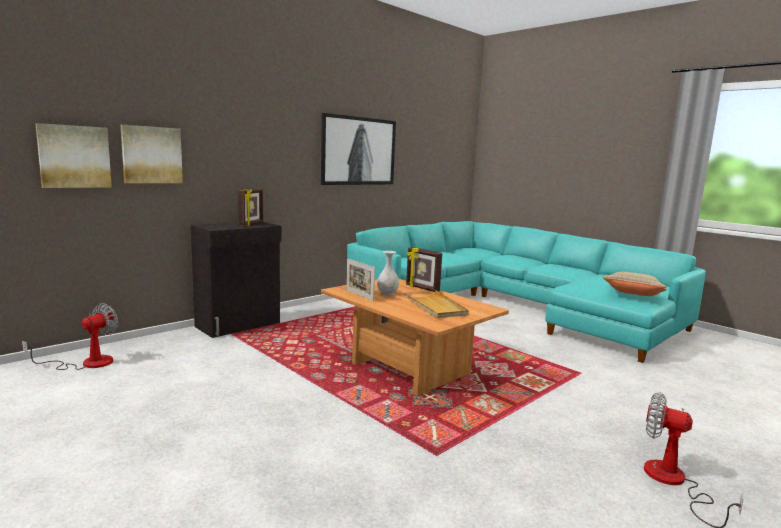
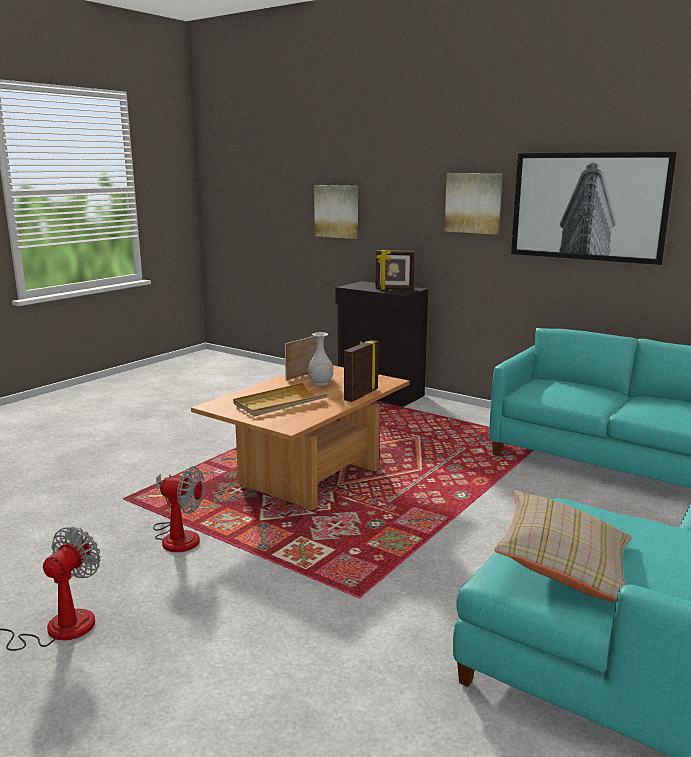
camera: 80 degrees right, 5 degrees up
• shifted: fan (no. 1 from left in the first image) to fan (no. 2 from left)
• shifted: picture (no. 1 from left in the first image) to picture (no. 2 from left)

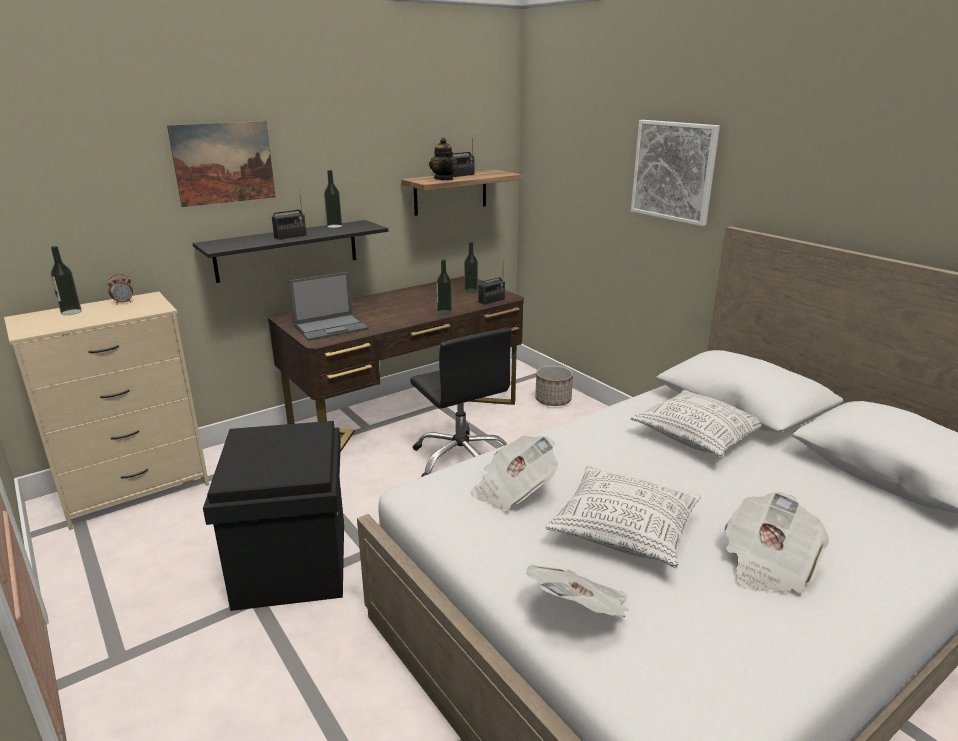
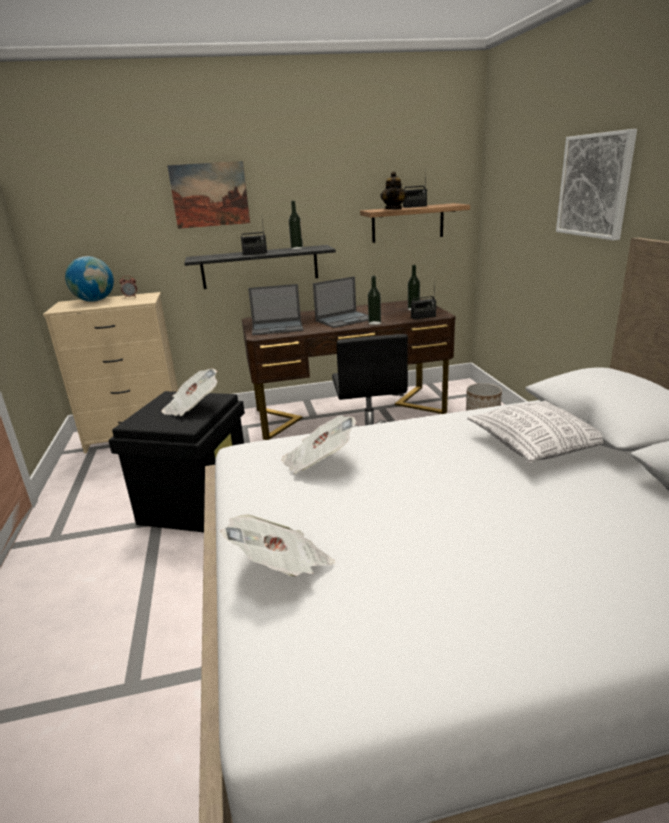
camera: 25 degrees right, 0 degrees up
• gone: pillow (no. 1 from left)
• new: laptop (no. 2 from left)
• shifted: newspaper (no. 3 from left in the first image) to newspaper (no. 1 from left)
• swapped: bottle (no. 1 from left) to globe

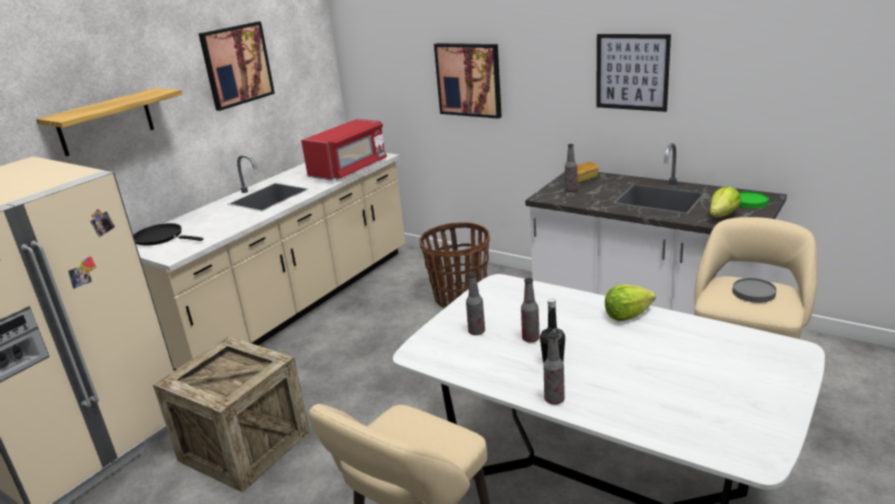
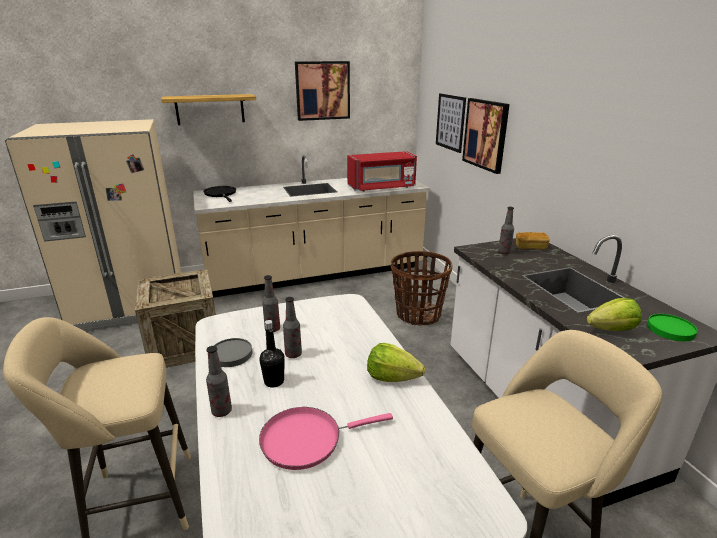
camera: 35 degrees right, 0 degrees up
• new: pink frying pan
• shifted: picture (no. 3 from left in the first image) to picture (no. 2 from left)
• shifted: grey plate

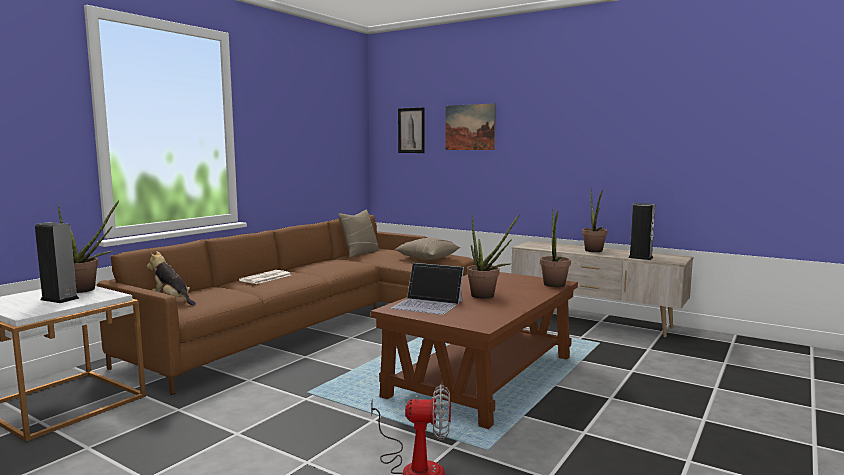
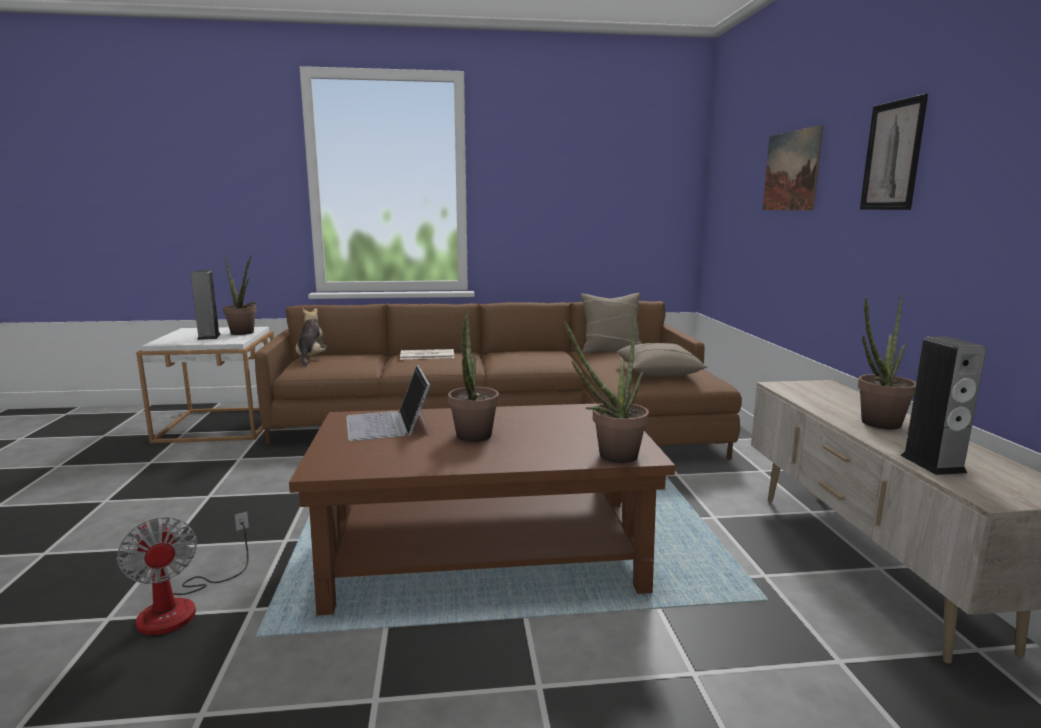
camera: 50 degrees right, 5 degrees up
• shifted: picture (no. 1 from left in the first image) to picture (no. 2 from left)

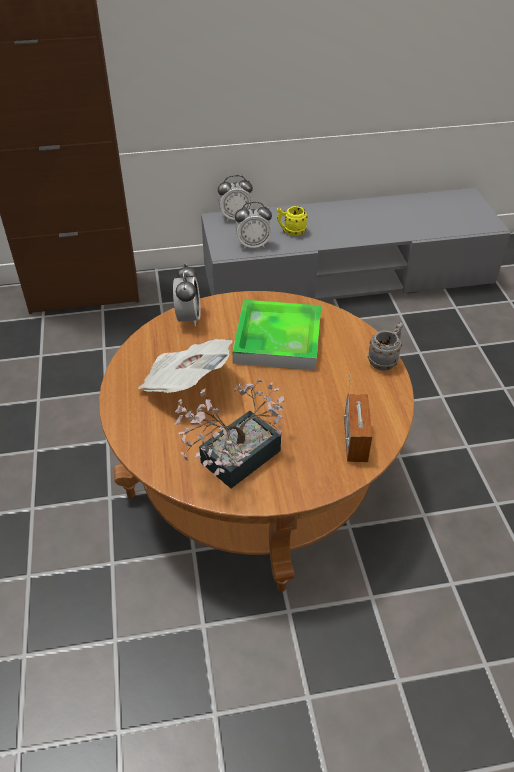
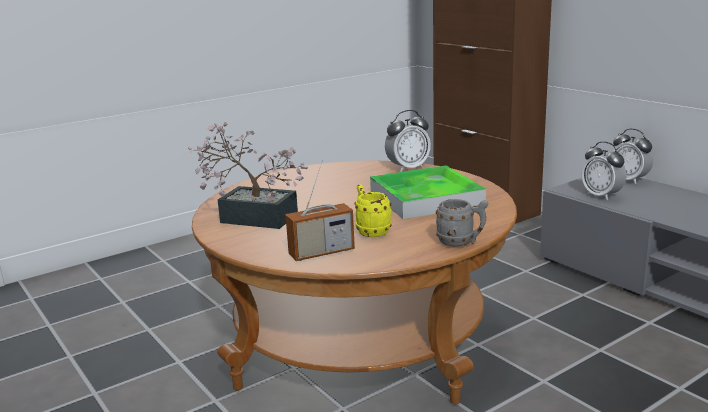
camera: 65 degrees right, 25 degrees down
• gone: newspaper
• shifted: yellow mug

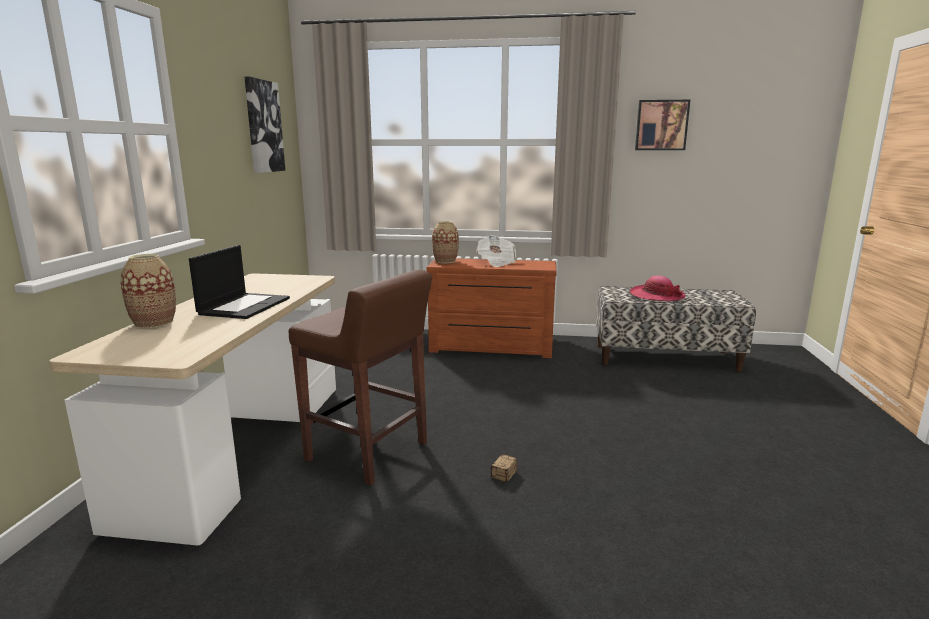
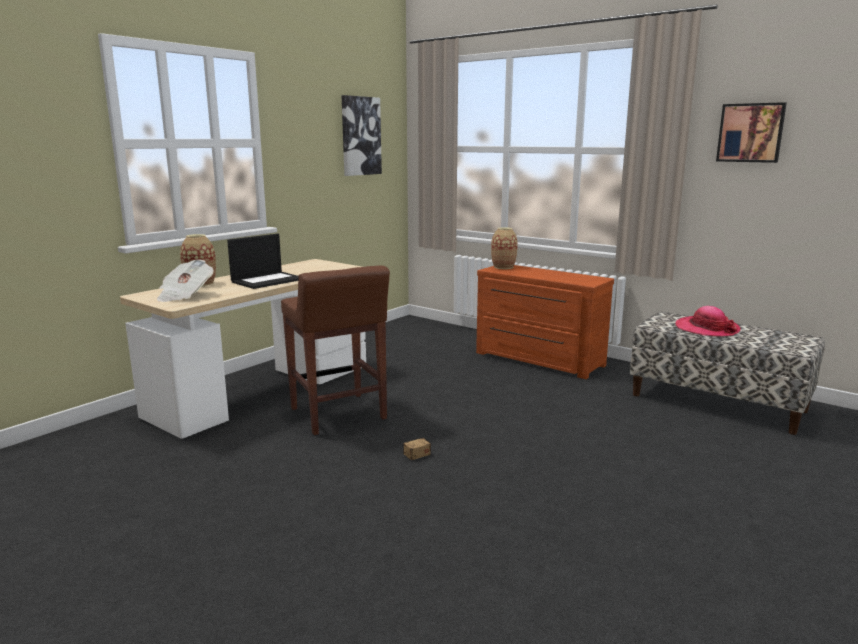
camera: 30 degrees right, 0 degrees up
• shifted: newspaper

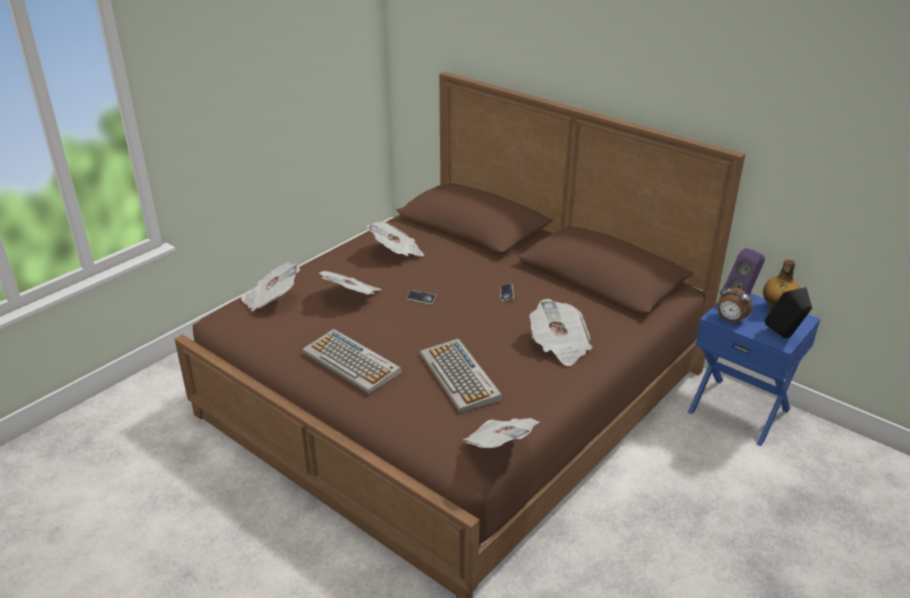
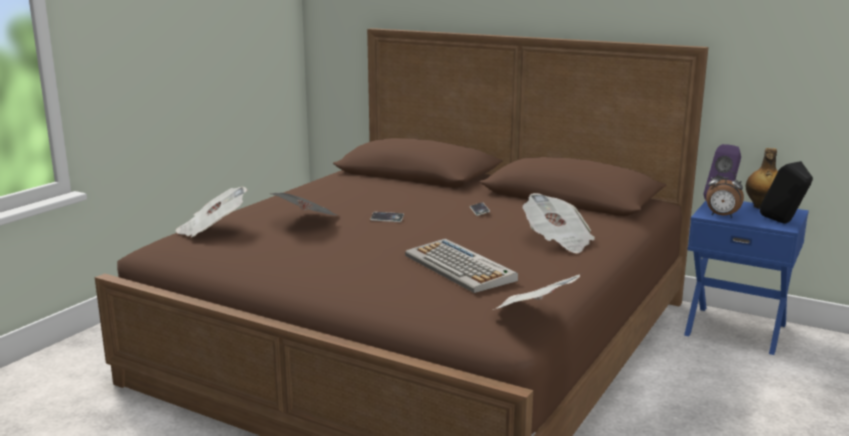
camera: 10 degrees left, 15 degrees down
• gone: keyboard (no. 1 from left)
• gone: newspaper (no. 3 from left)

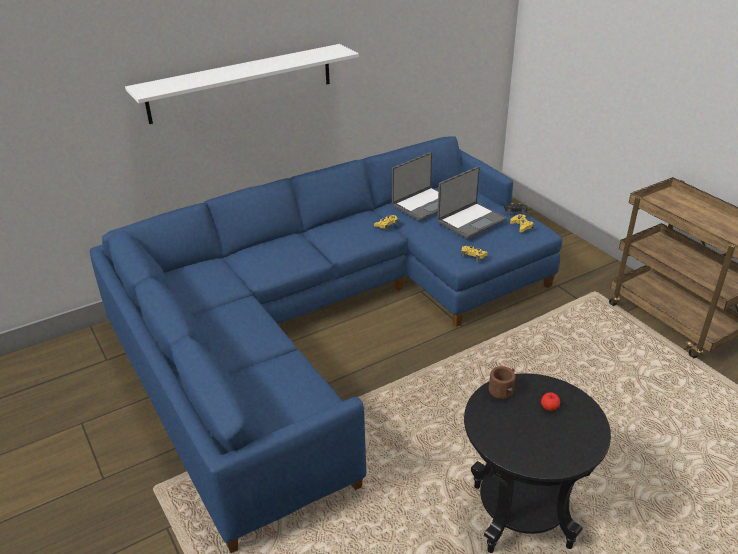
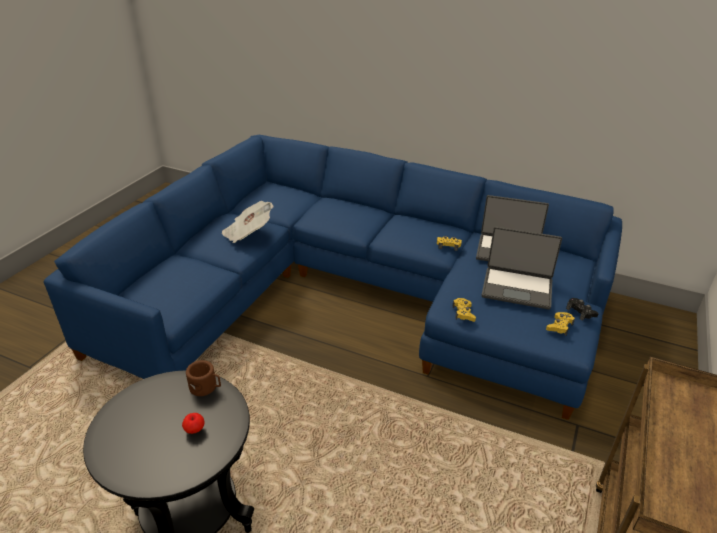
camera: 55 degrees right, 0 degrees up
• gone: white shelf
• new: newspaper

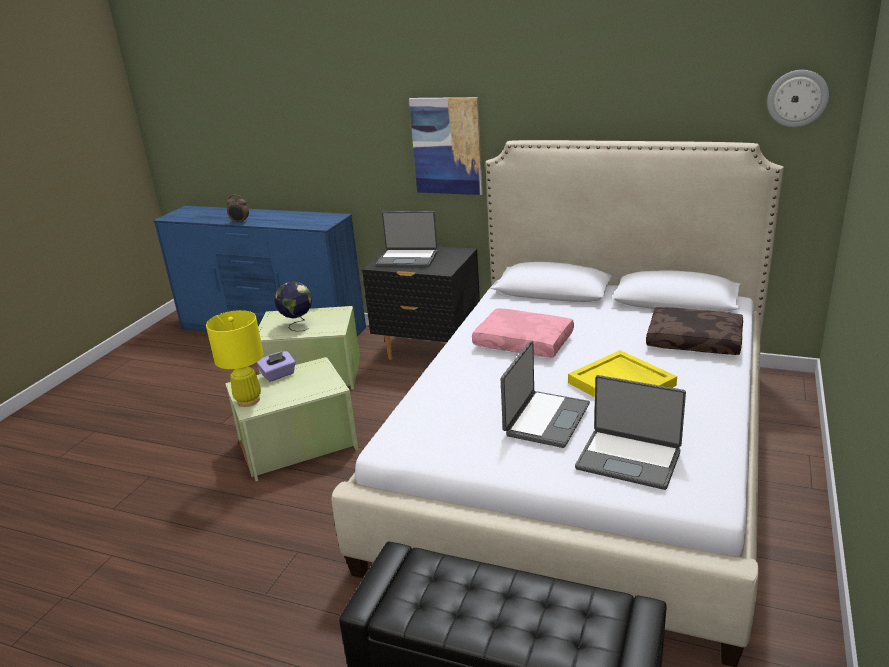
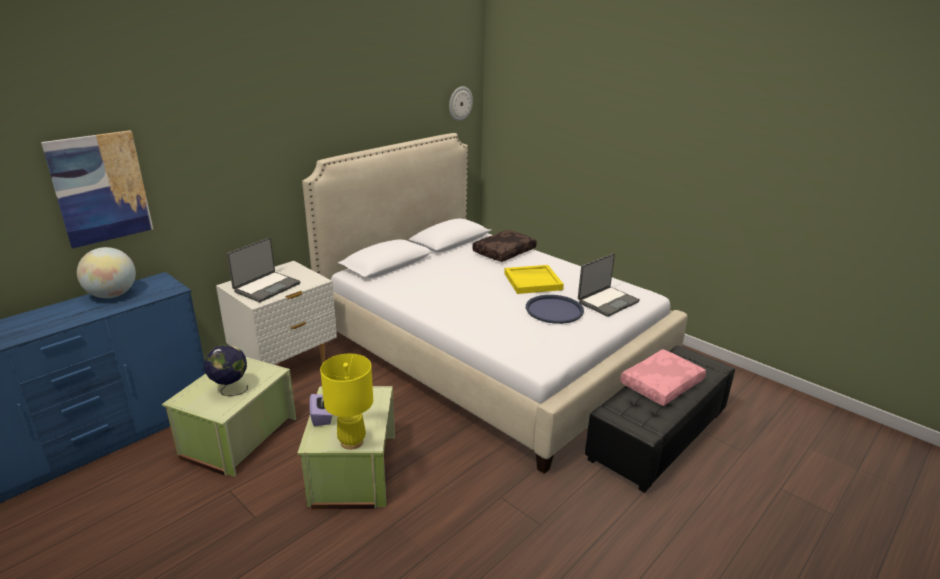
camera: 70 degrees left, 0 degrees up
• gone: alarm clock
• new: globe (no. 1 from left)
• shifted: picture
• shifted: pink pillow
• swapped: laptop (no. 2 from left) to blue tray
• repainted: black nightstand to white nightstand

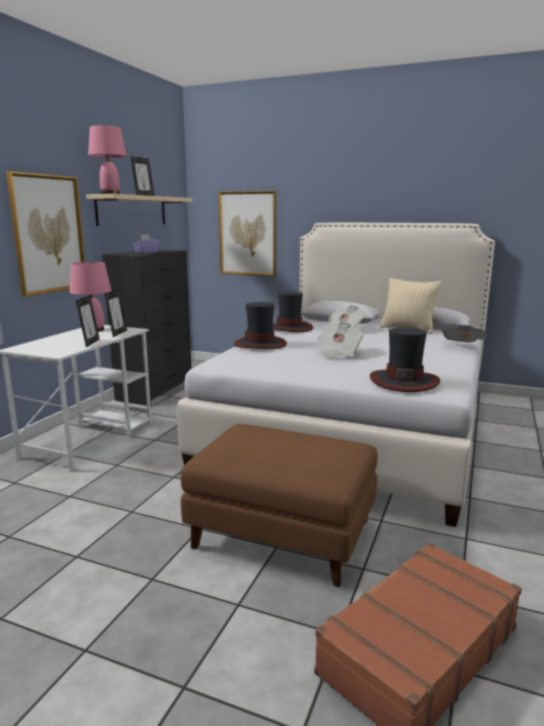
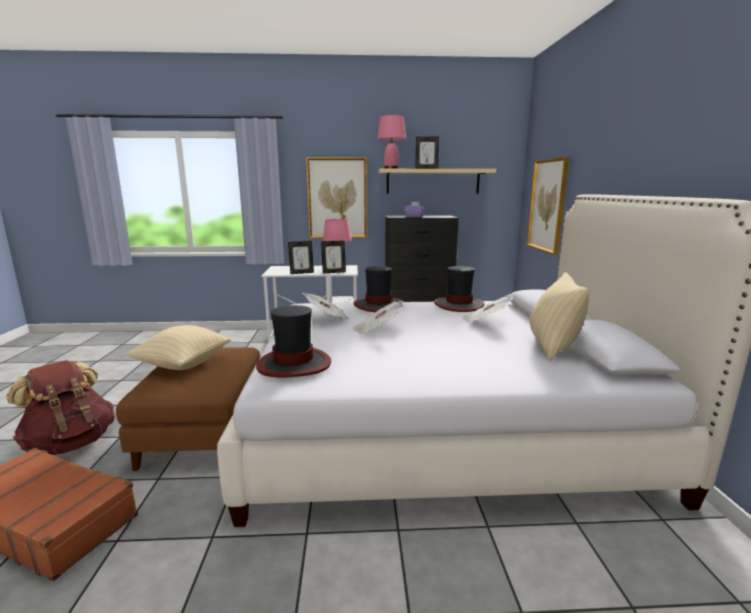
camera: 65 degrees right, 0 degrees up
• new: brown backpack
• new: beige pillow (no. 1 from left)
• shifted: newspaper (no. 3 from left in the first image) to newspaper (no. 1 from left)

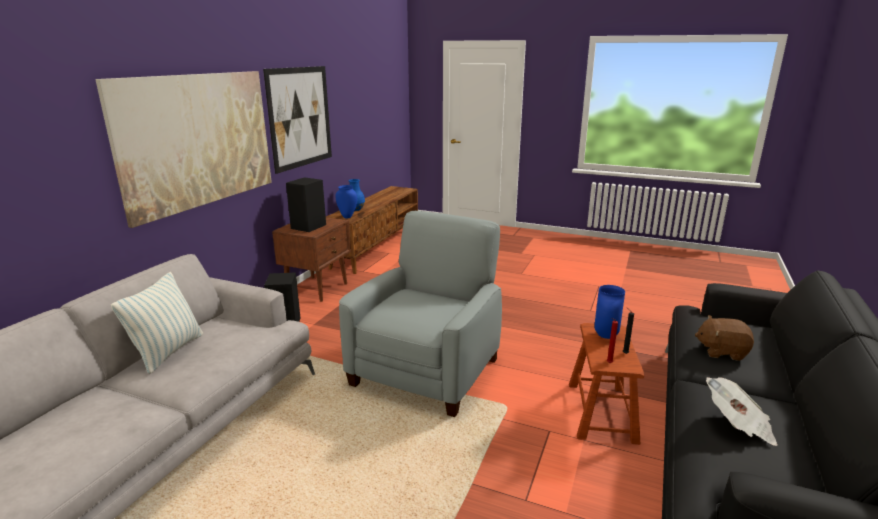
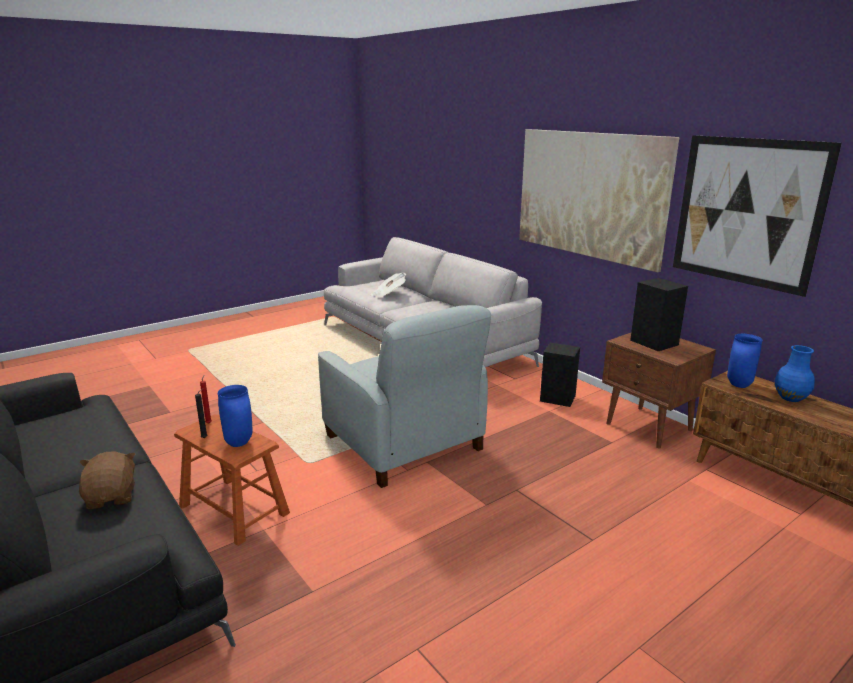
camera: 120 degrees right, 0 degrees up
• gone: pillow
• shifted: newspaper
• rotated: brown plush toy 60 degrees counterclockwise

